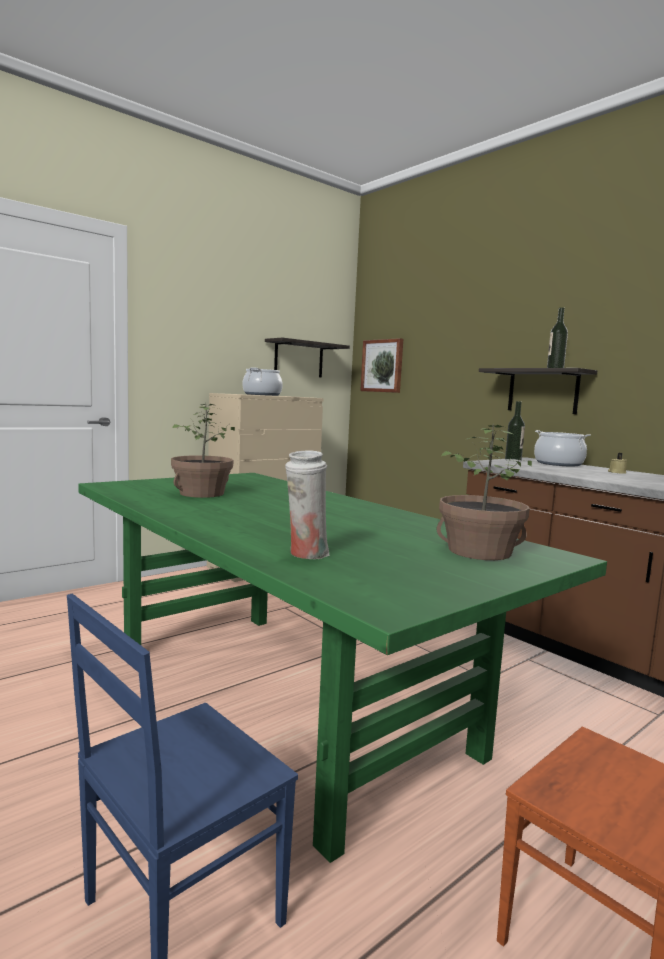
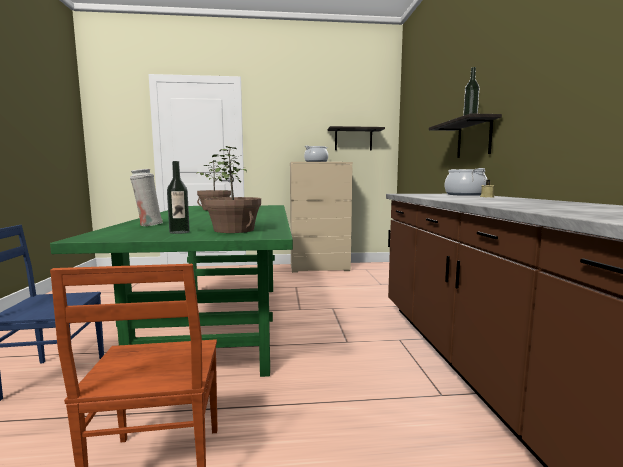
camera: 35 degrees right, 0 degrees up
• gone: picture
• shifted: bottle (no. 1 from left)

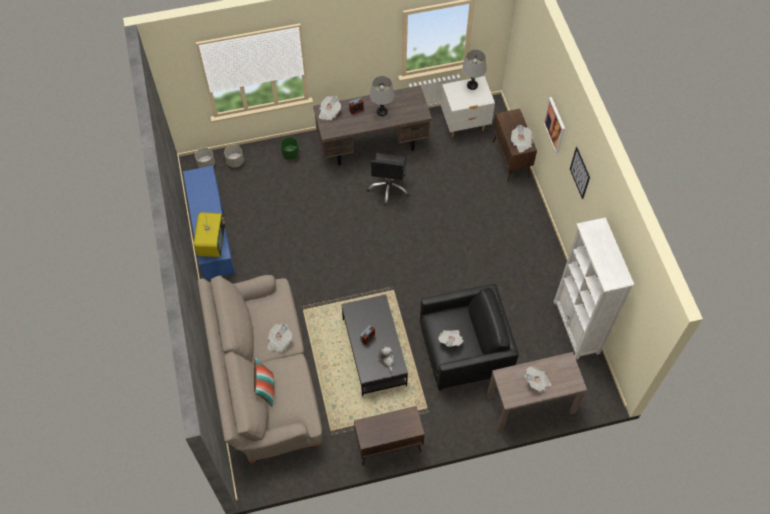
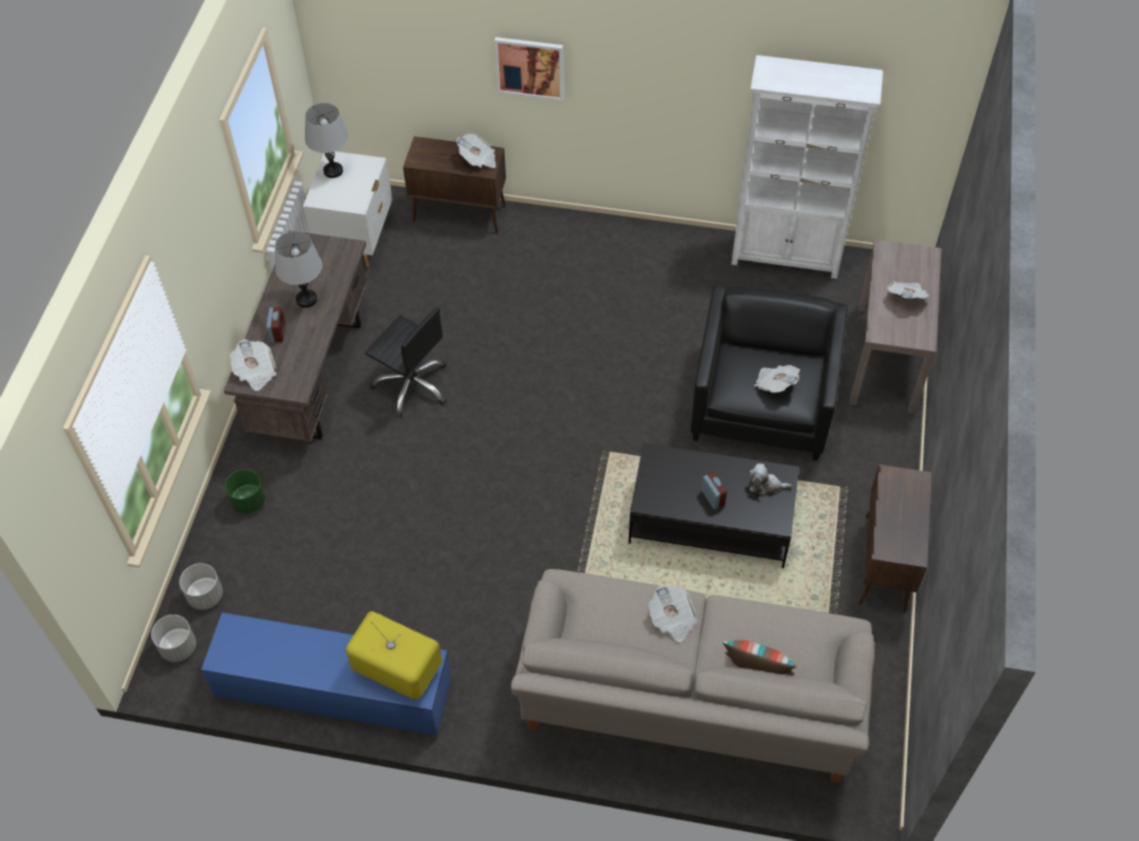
camera: 65 degrees left, 5 degrees down
• gone: picture (no. 2 from left)

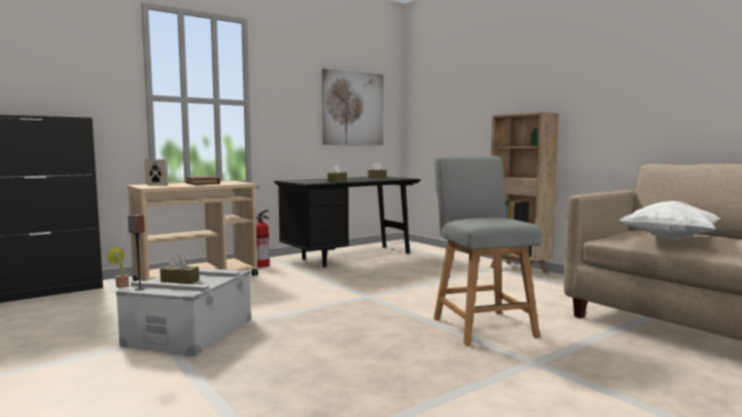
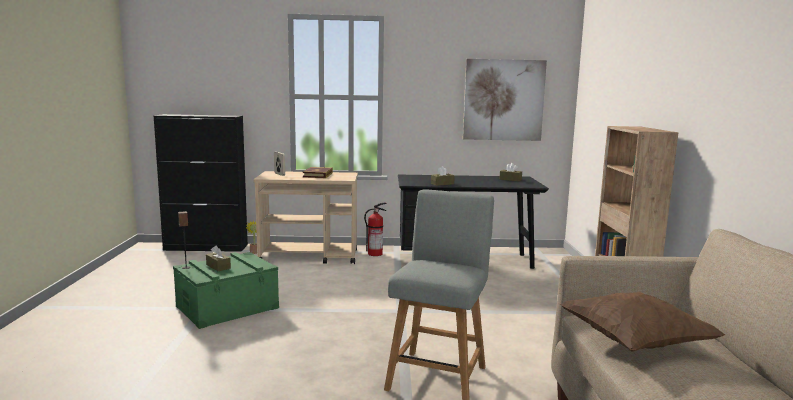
camera: 35 degrees right, 5 degrees up
• repainted: grey storage box to green storage box
• repainted: white pillow to brown pillow

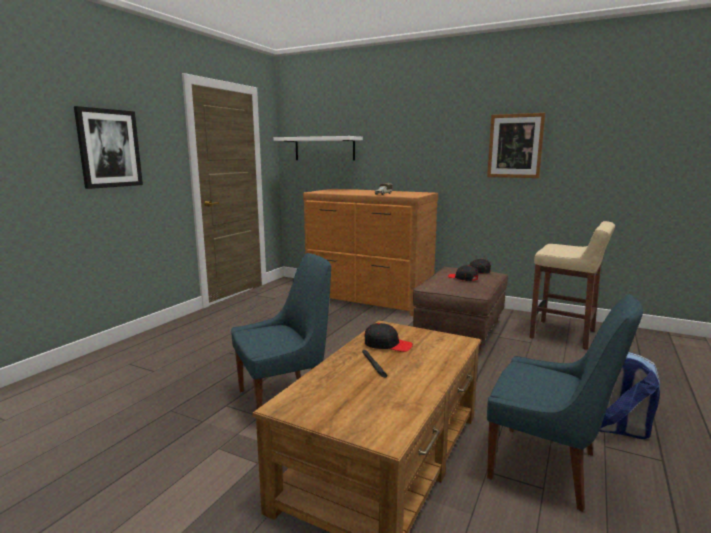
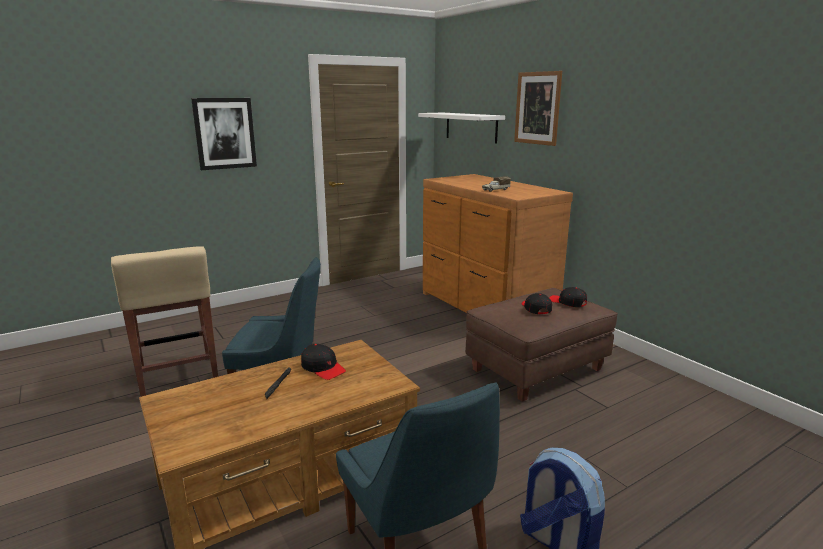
camera: 30 degrees right, 5 degrees up
• shifted: picture (no. 2 from left)
• shifted: beige stool

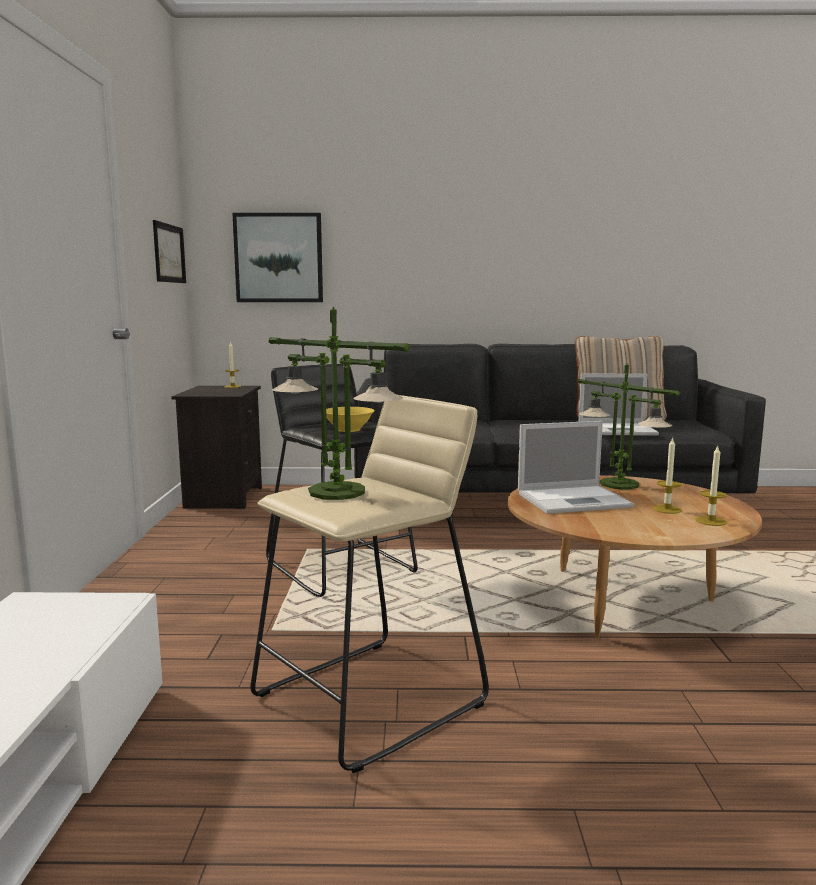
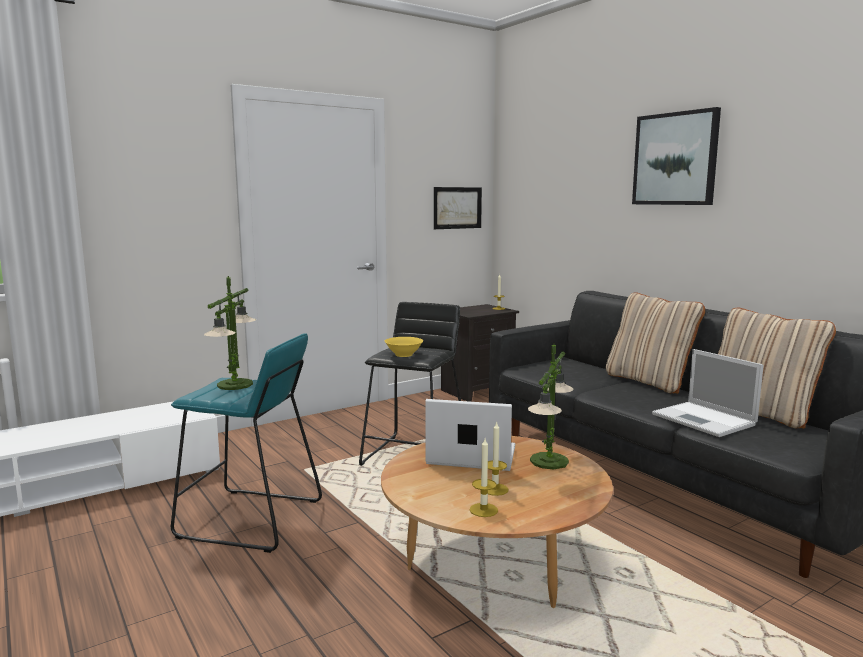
camera: 55 degrees right, 0 degrees up
• new: beige pillow (no. 1 from left)
• shifted: picture (no. 2 from left)
• repainted: beige stool to turquoise stool
• rotated: laptop (no. 1 from left) 150 degrees clockwise

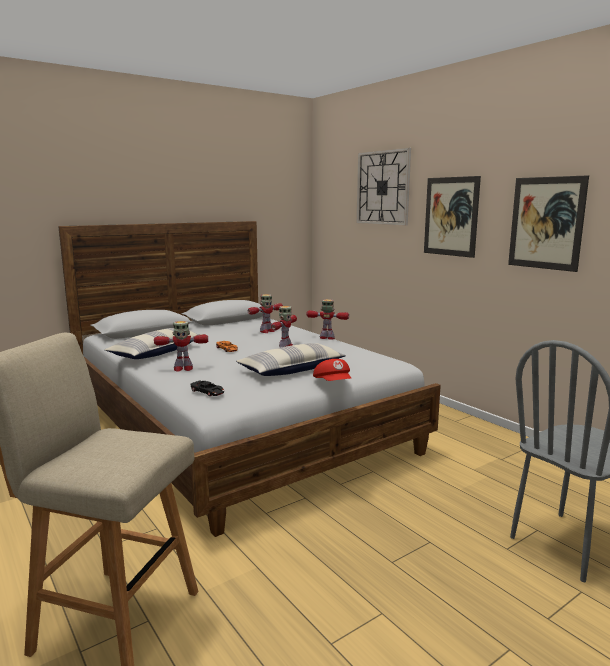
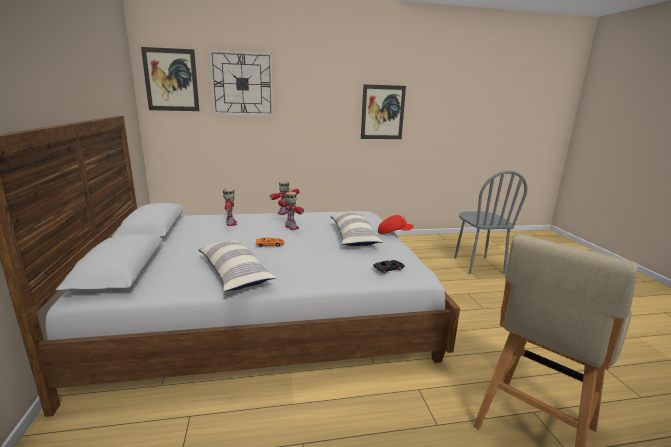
camera: 65 degrees left, 5 degrees up
• gone: toy robot (no. 1 from left)
• shifted: picture (no. 1 from left)

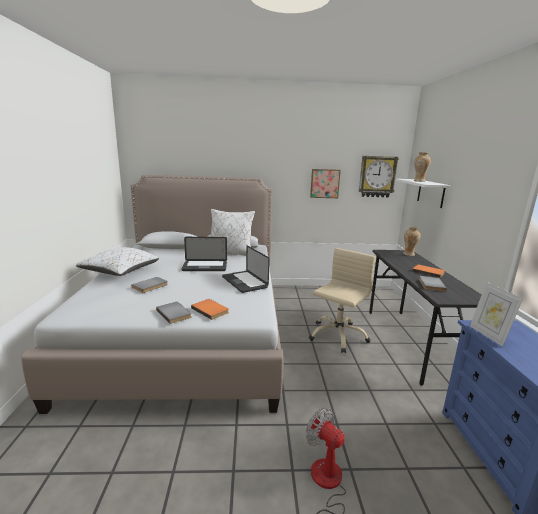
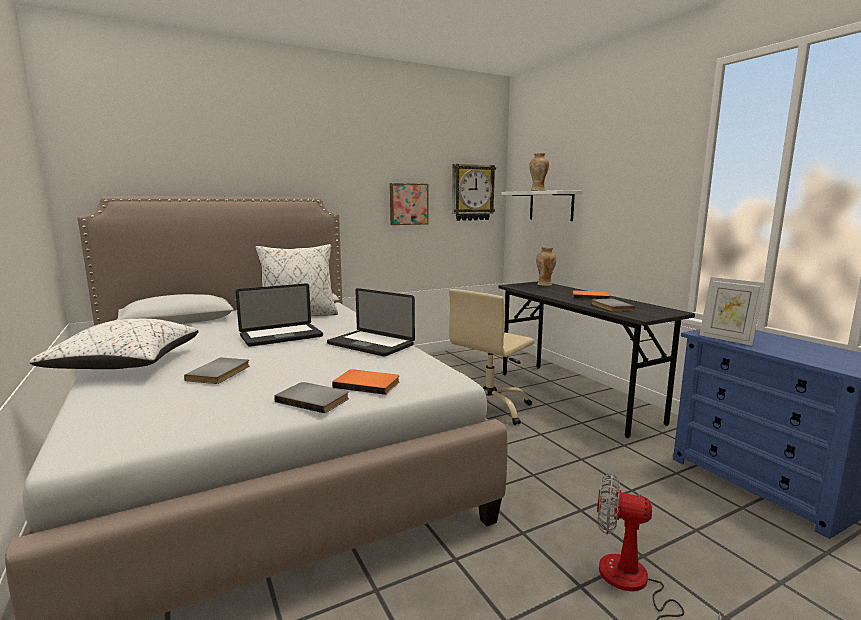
camera: 25 degrees left, 5 degrees down
• rotated: beige office chair 150 degrees counterclockwise

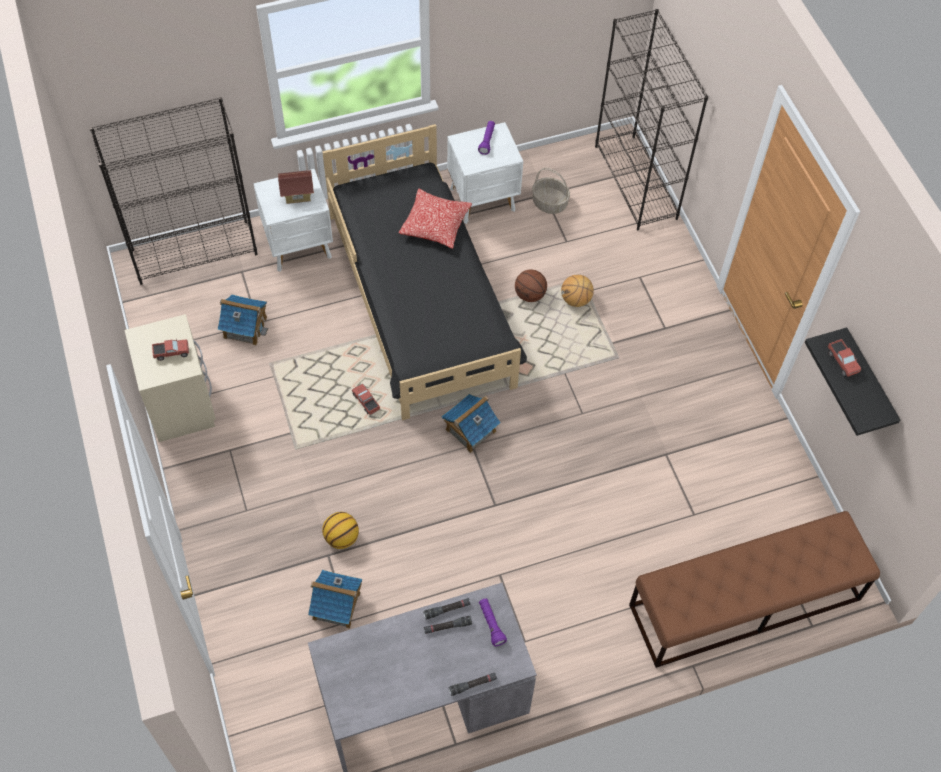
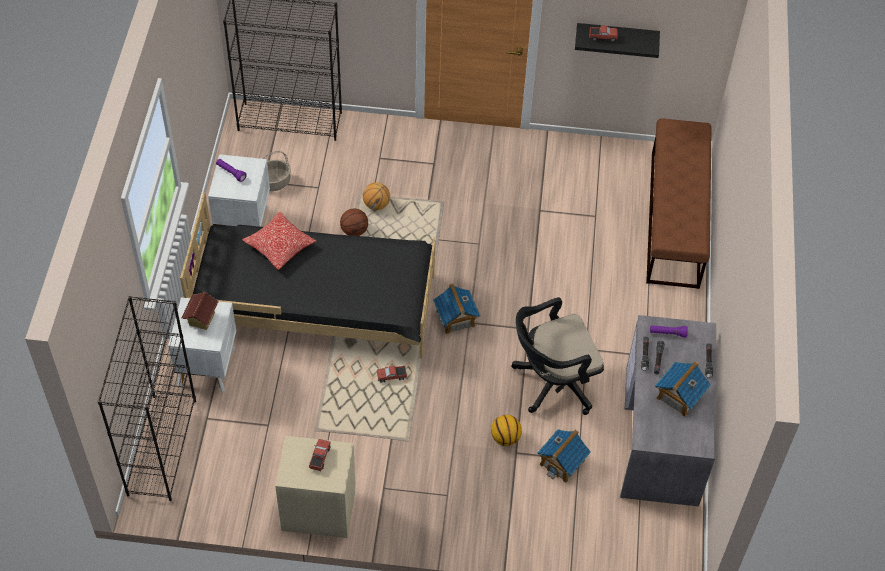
camera: 65 degrees left, 5 degrees down
• new: black office chair
• shifted: toy house (no. 1 from left in the first image) to toy house (no. 4 from left)

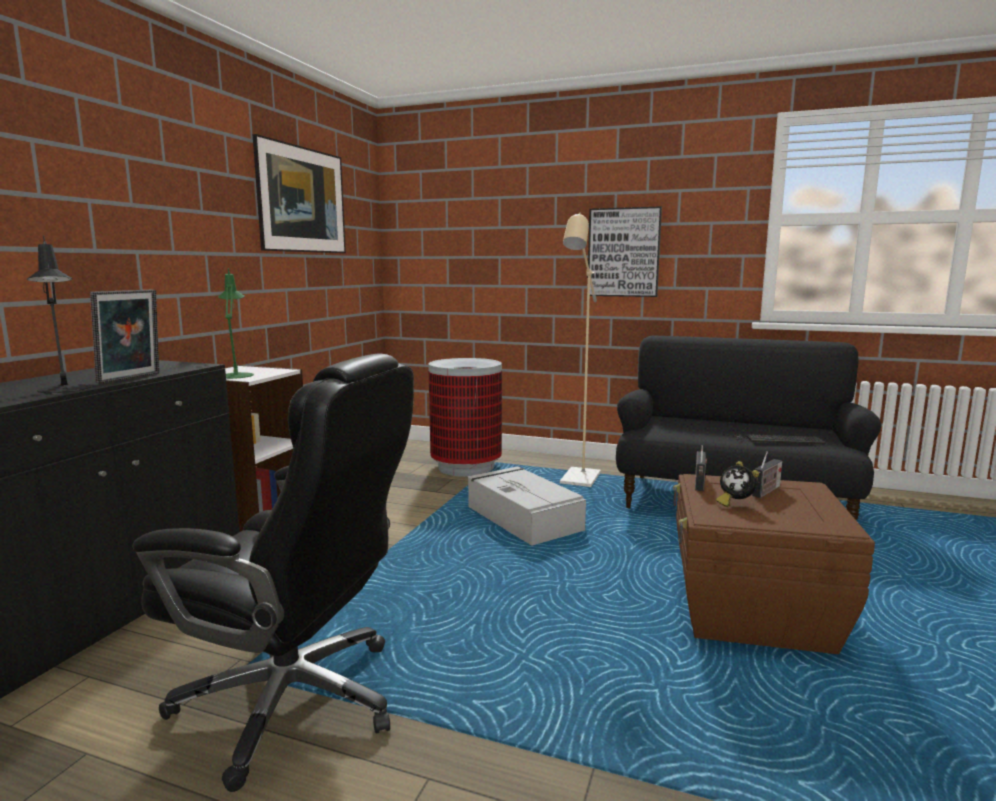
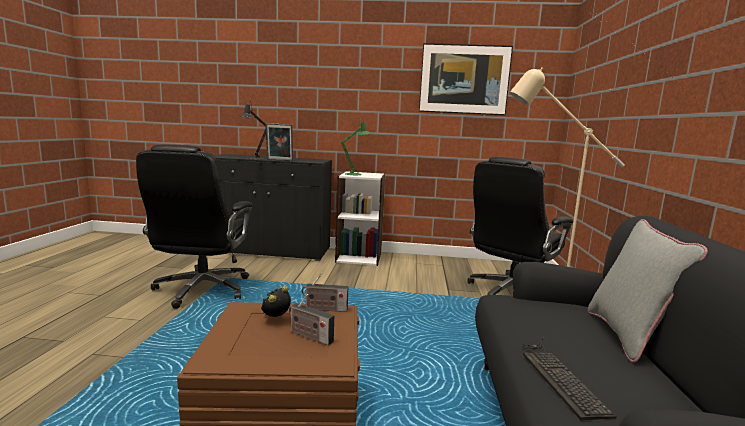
camera: 75 degrees right, 0 degrees up
• gone: grey storage box
• gone: picture (no. 2 from left)
• new: grey pillow
• swapped: trash can to black office chair (no. 2 from left)

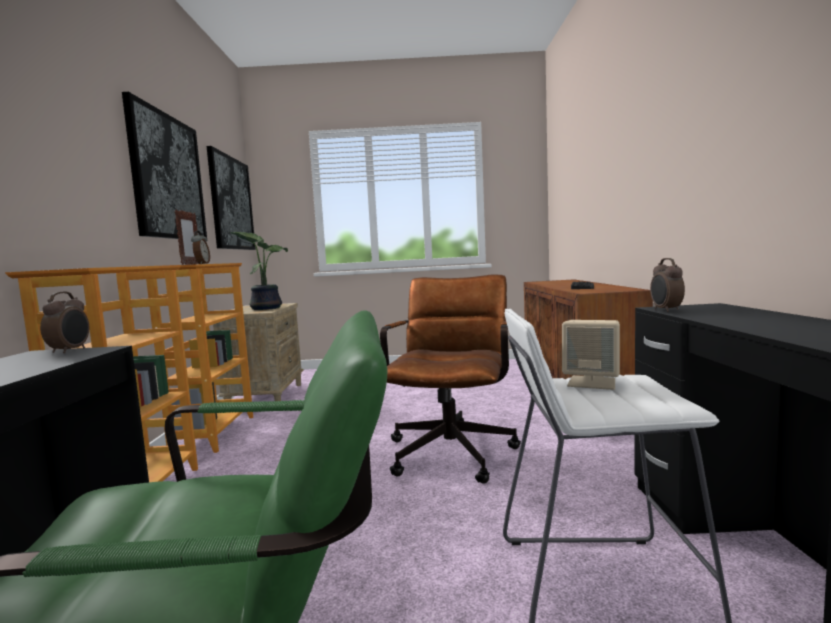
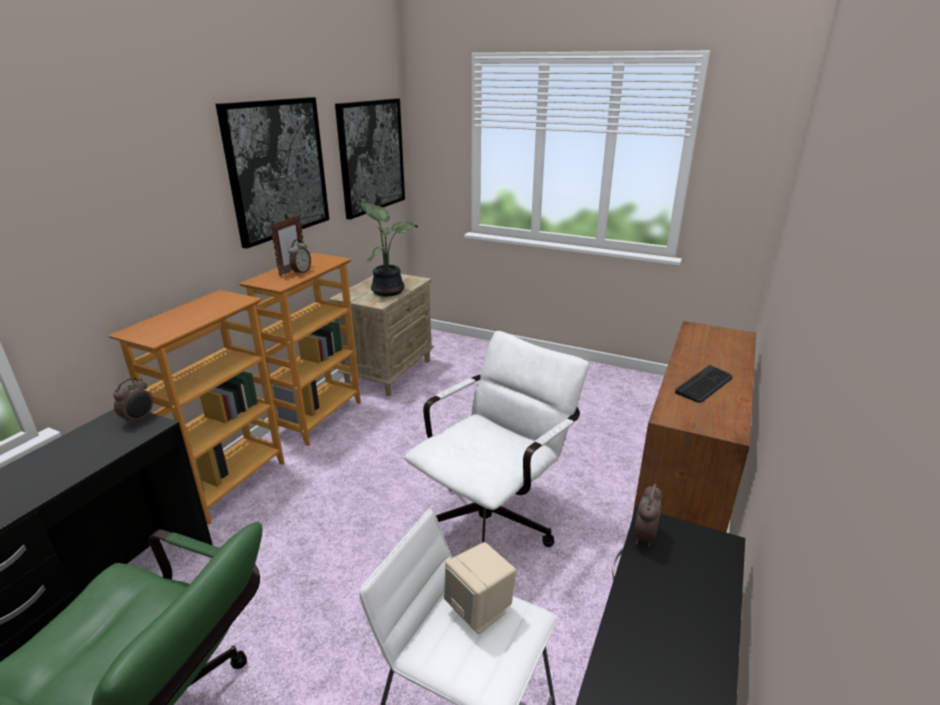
camera: 25 degrees right, 20 degrees up
• repainted: brown office chair to white office chair

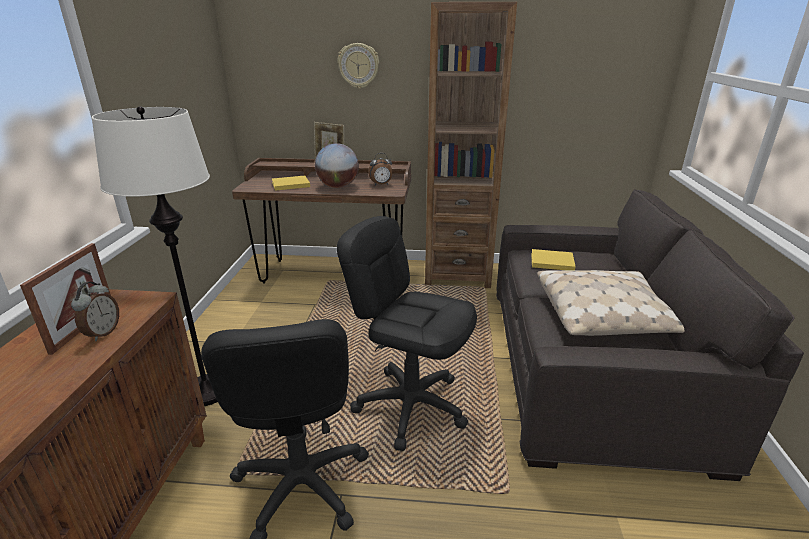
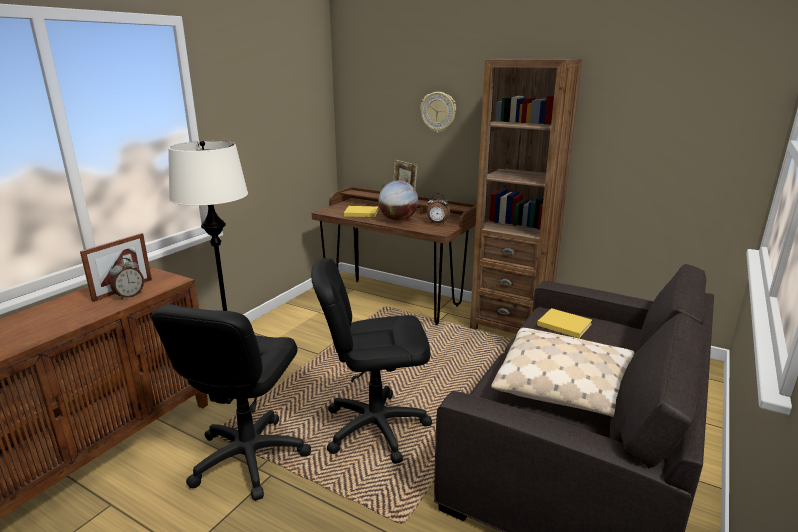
camera: 25 degrees right, 5 degrees down
• rotated: black office chair (no. 2 from left) 60 degrees counterclockwise

